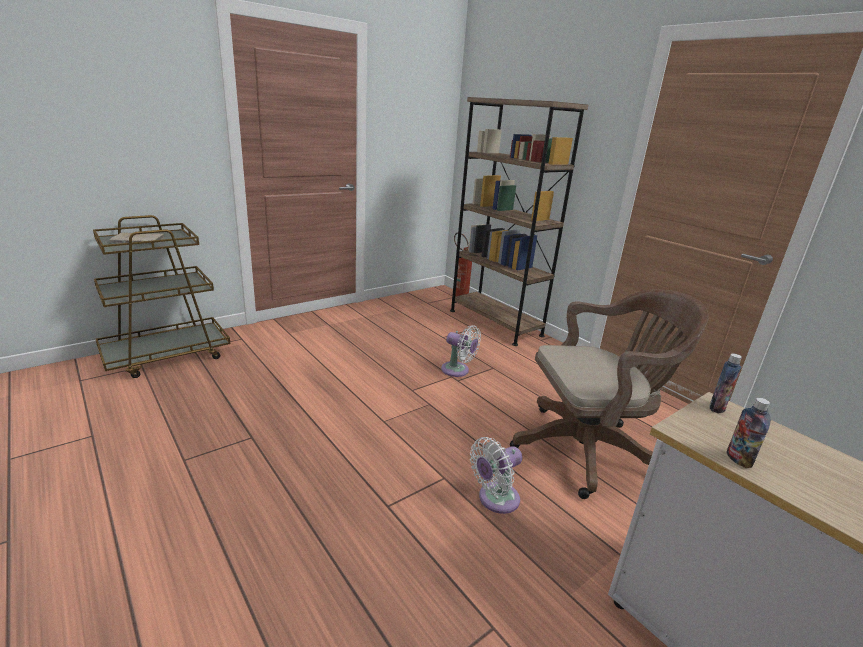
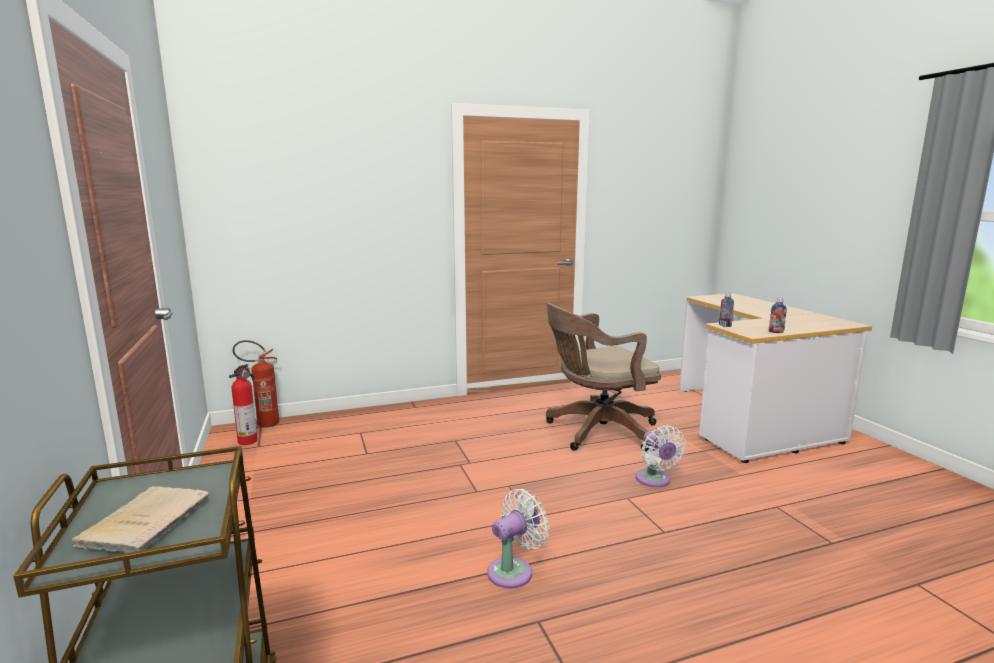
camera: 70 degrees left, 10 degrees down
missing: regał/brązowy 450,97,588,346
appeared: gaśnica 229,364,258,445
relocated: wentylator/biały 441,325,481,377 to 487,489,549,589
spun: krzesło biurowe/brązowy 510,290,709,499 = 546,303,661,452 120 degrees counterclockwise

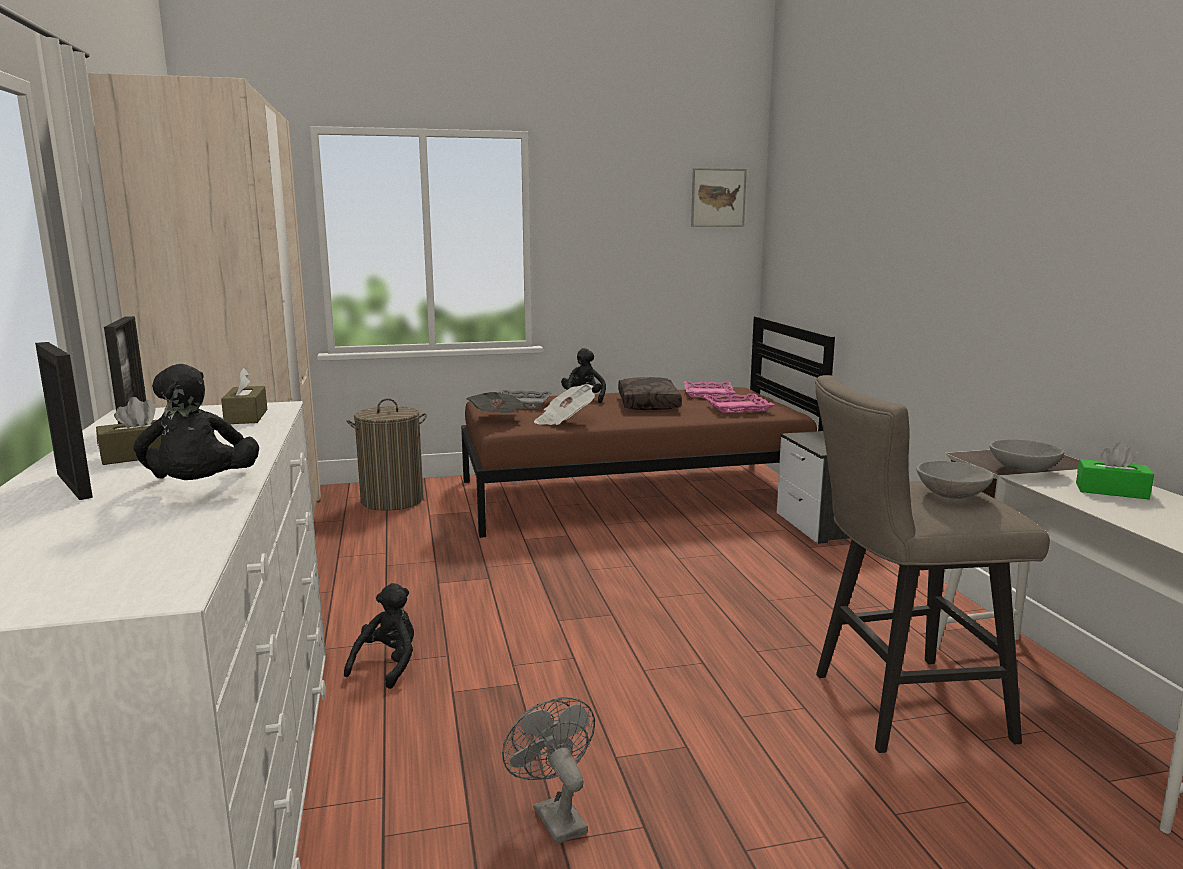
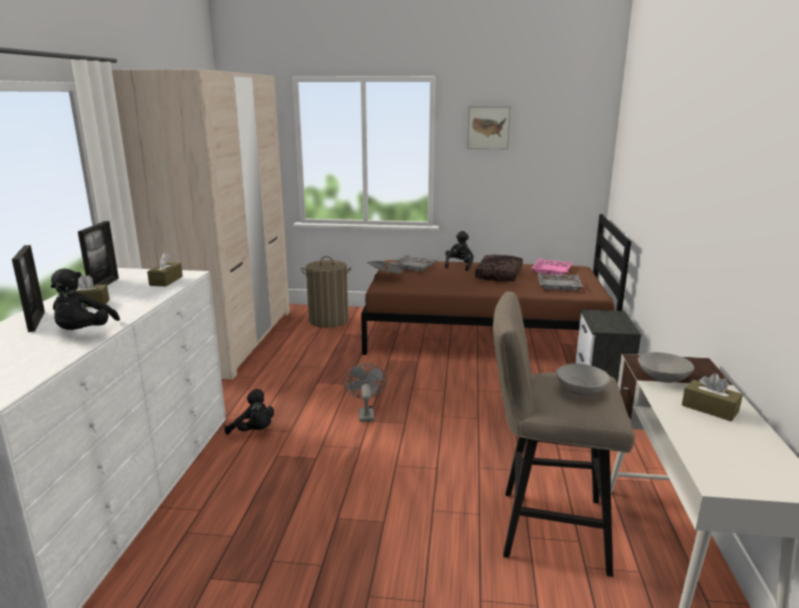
camera: 20 degrees right, 5 degrees up
missing: gazeta 534,384,595,425
relocated: obraz 691,168,747,227 to 467,106,511,149; wentylator/szary 502,697,595,844 to 344,364,387,422
colour: taca/różowy 703,393,774,413 to taca/szary 538,273,583,291; pudełko chusteczek/zielony 1076,442,1154,499 to pudełko chusteczek/brązowy 682,373,743,421
spun: pluszak/czarny 344,583,414,689 = 224,389,274,435 75 degrees clockwise

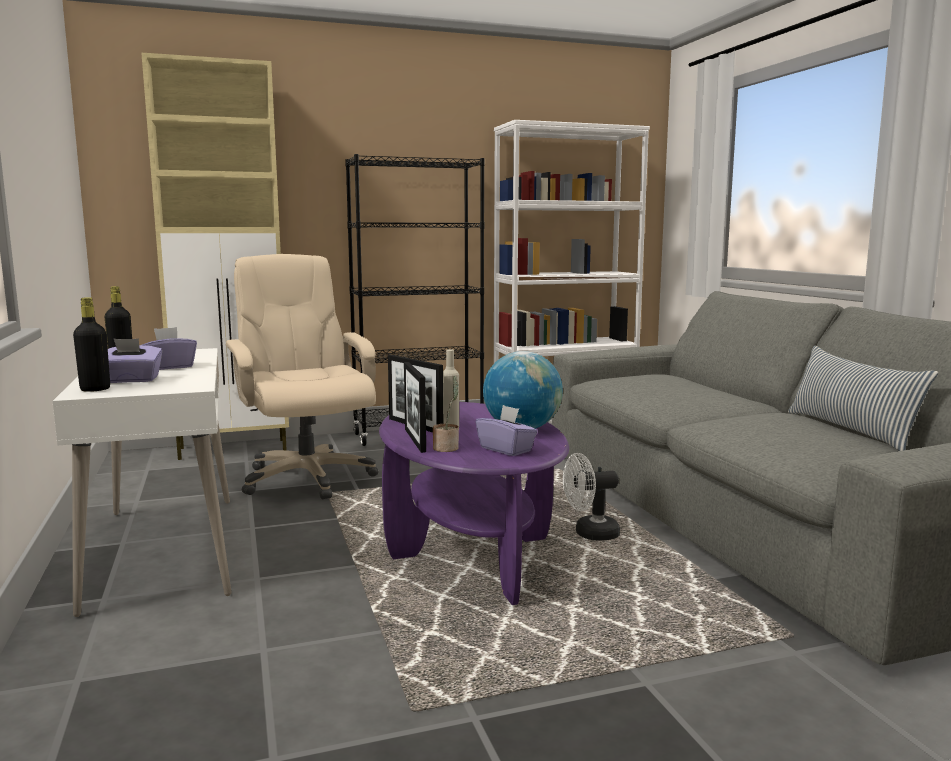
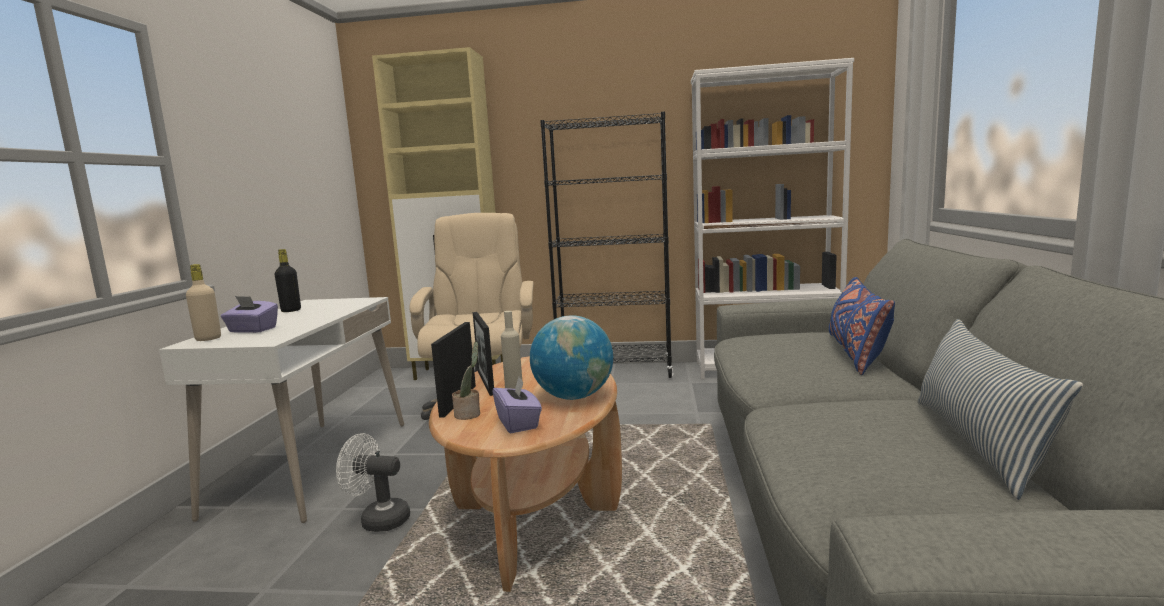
camera: 25 degrees right, 0 degrees up
missing: pudełko chusteczek/fioletowy 142,327,197,370
appeared: poduszka/niebieski 829,277,895,375
relocated: wentylator/biały 563,453,620,541 to 336,433,410,532
colour: butelka/czarny 73,297,110,392 to butelka/beżowy 186,264,221,341; ława/fioletowy 379,402,569,605 to ława/brązowy 429,356,622,592

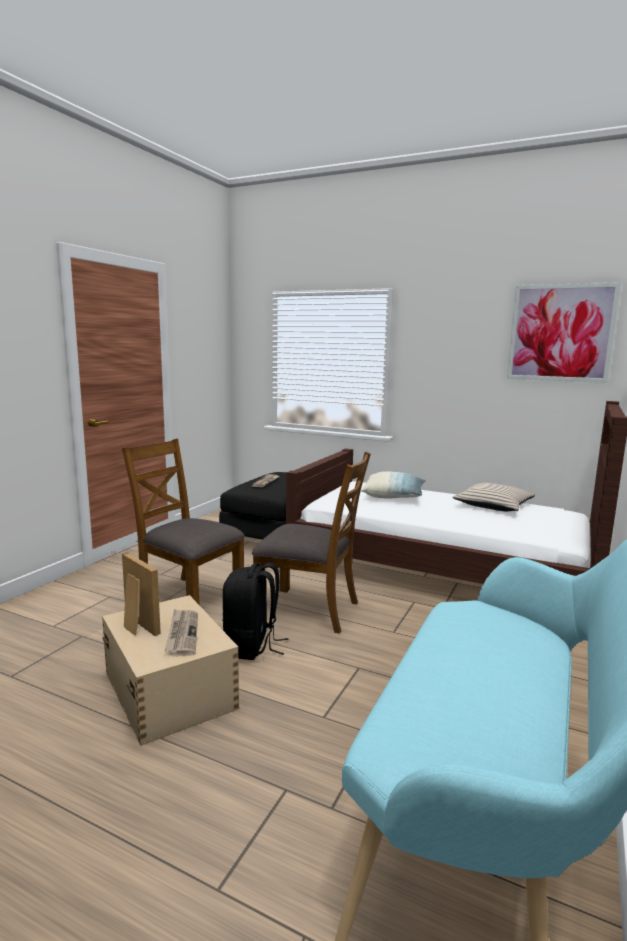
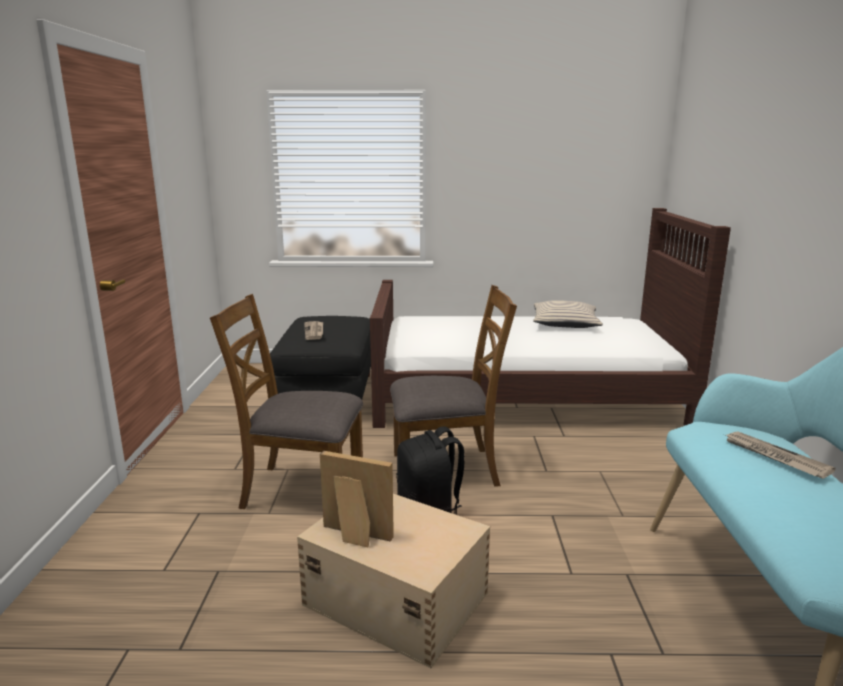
camera: 25 degrees left, 5 degrees up
missing: obraz 507,282,621,383; poduszka 361,471,426,498
relocated: gazeta 165,609,198,657 to 724,431,836,479

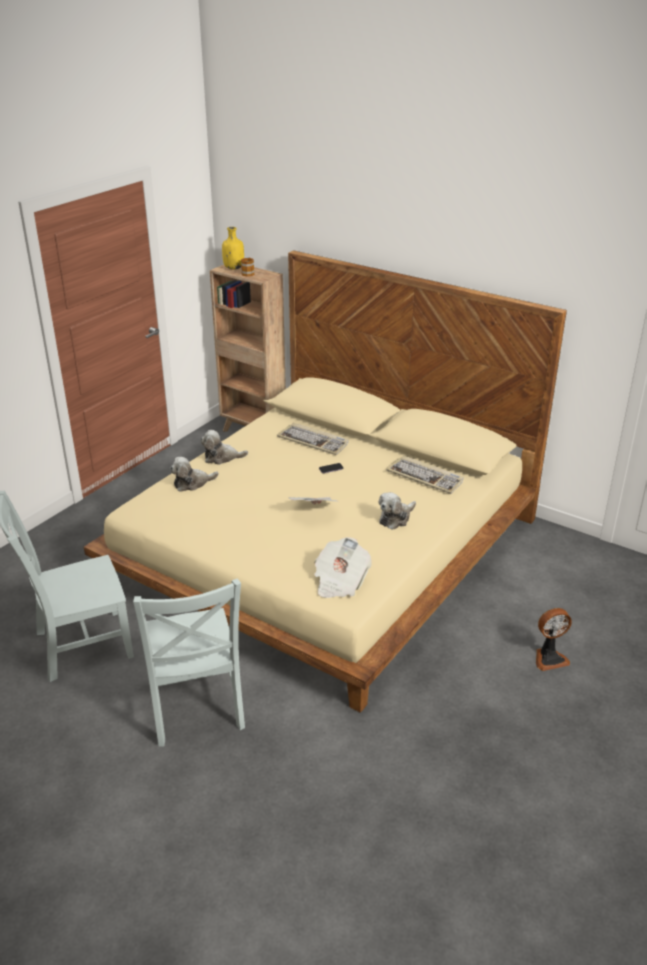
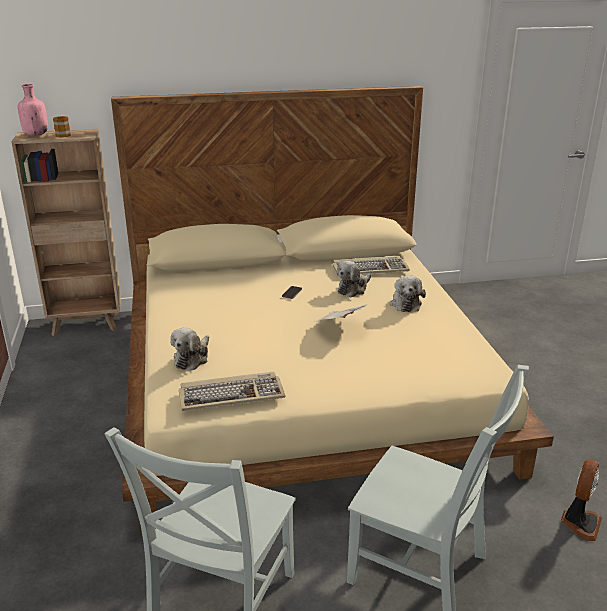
camera: 45 degrees left, 5 degrees down
missing: gazeta 314,537,372,598
relocated: klawiatura 277,423,349,455 to 179,372,285,411; pluszak 200,430,248,465 to 336,261,371,297; wentylator 536,608,572,671 to 561,459,602,541
colour: butelka/żółty 222,227,244,269 to butelka/różowy 18,84,48,136

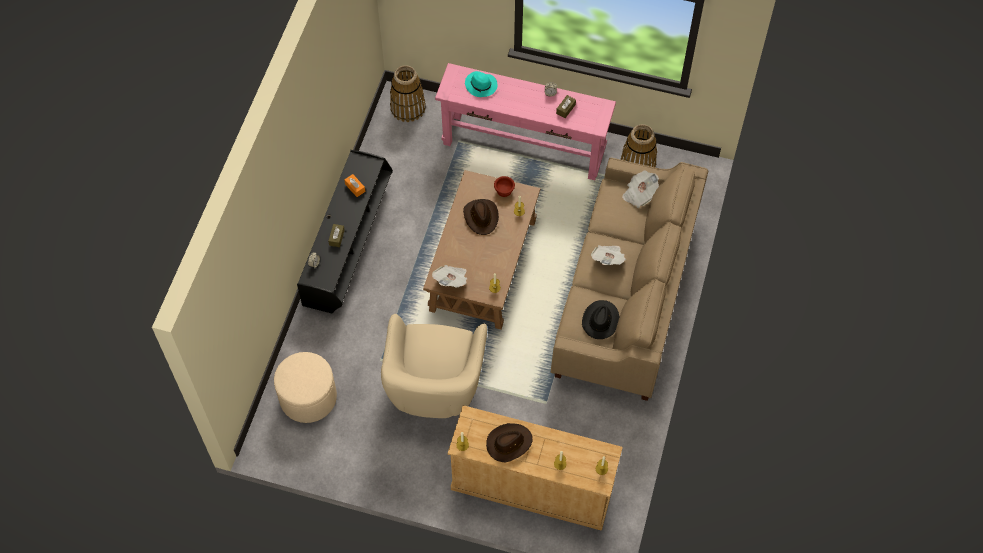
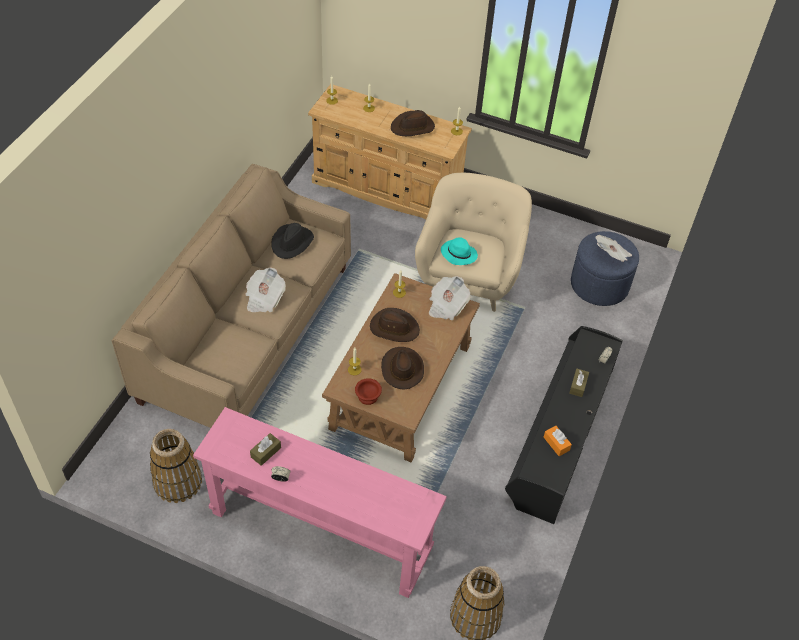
camera: 175 degrees left, 10 degrees down
appeared: kapelusz/brązowy 370,308,420,342
relocated: kapelusz/turkusowy 465,71,497,97 to 441,237,478,265; gazeta 622,170,659,208 to 595,235,632,262
colour: pufa/beżowy 274,352,337,423 to pufa/niebieski 571,231,639,306

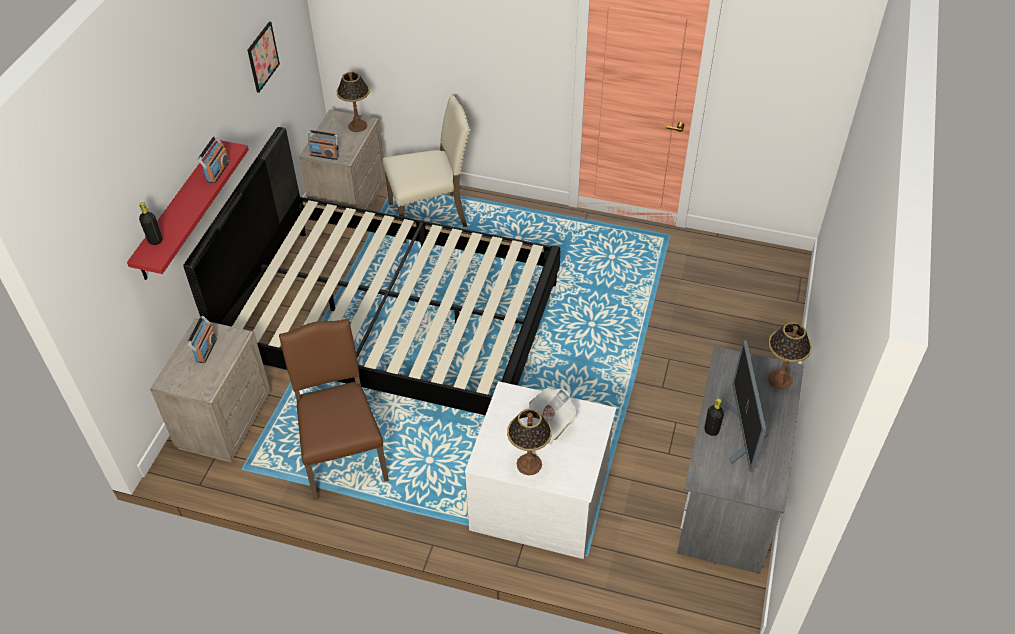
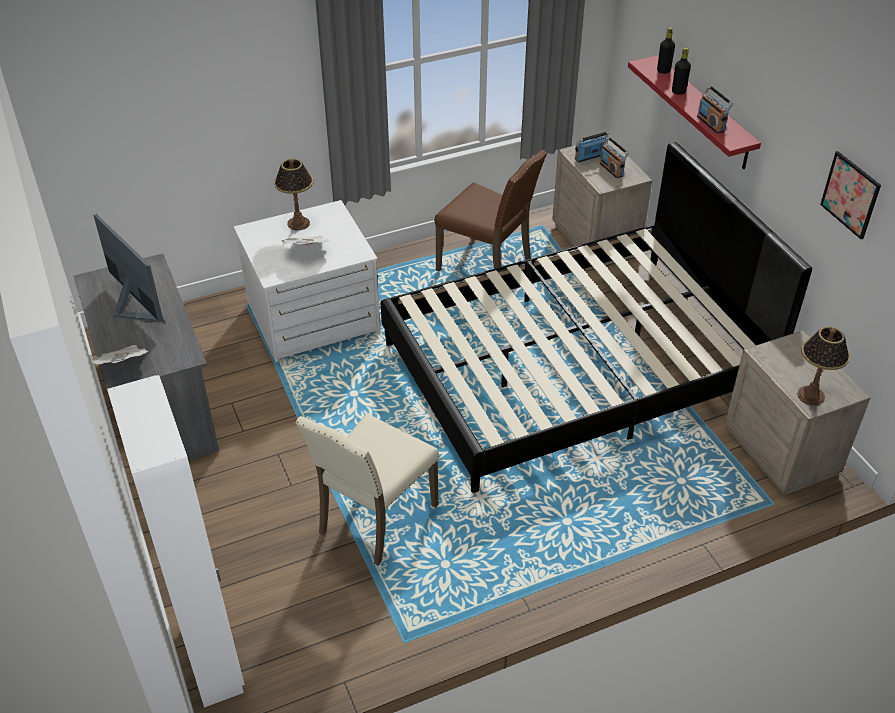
camera: 140 degrees right, 5 degrees down
appeared: szafa/biały 107,375,245,708
relocated: krzesło/beżowy 383,95,471,244 to 296,414,439,566; radio 307,130,340,160 to 575,131,609,162; butelka/czarny 704,398,724,436 to 672,48,691,95
exchanged: lampa stołowa 768,322,812,390 to gazeta 92,345,148,364

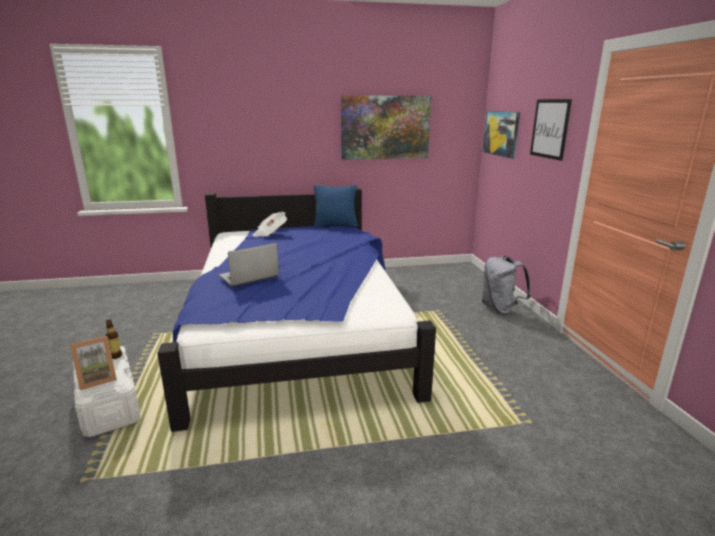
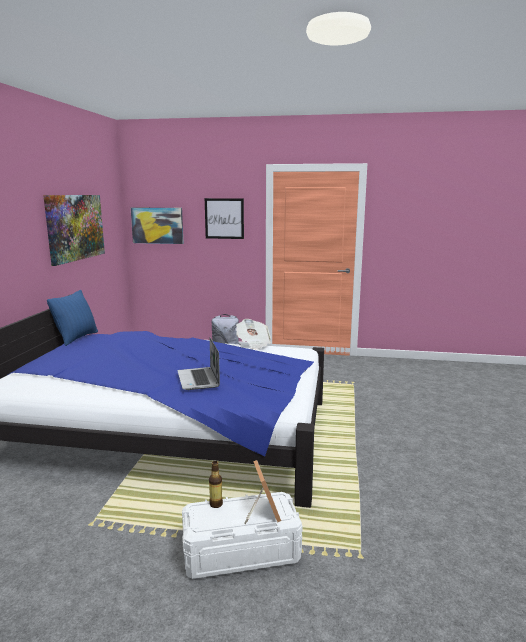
camera: 70 degrees left, 5 degrees down
relocated: gazeta 253,212,287,237 to 236,319,271,349

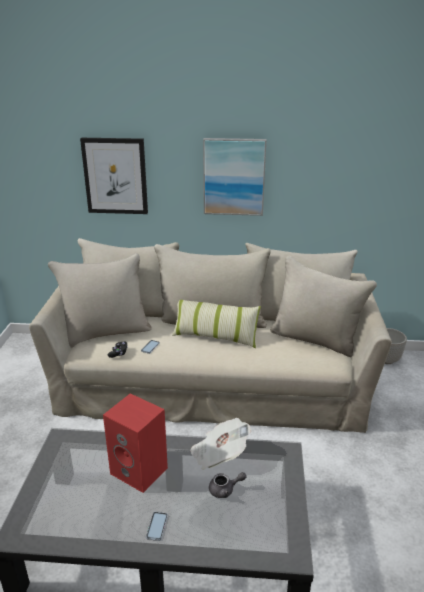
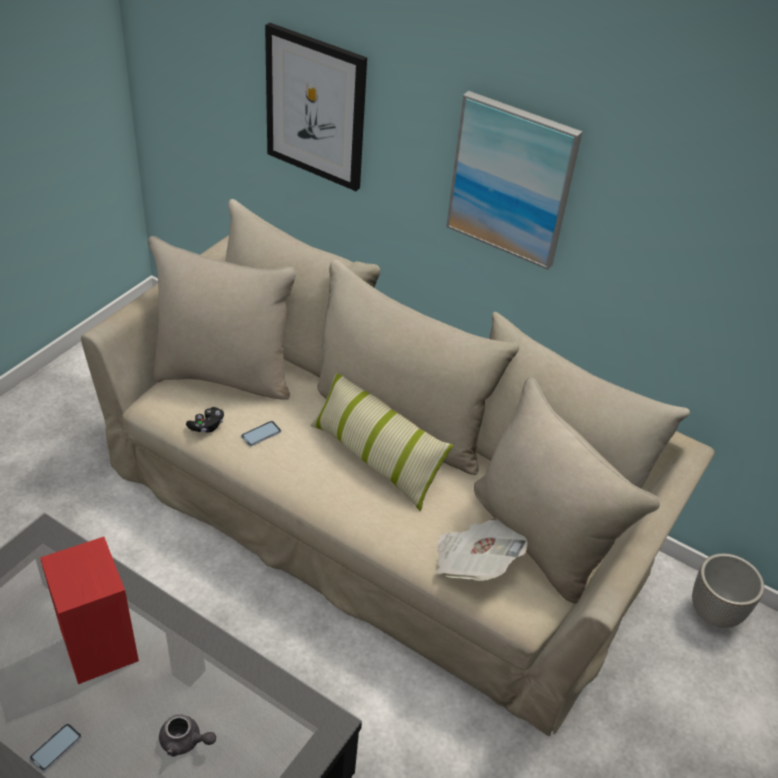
camera: 25 degrees right, 15 degrees up
relocated: gazeta 190,418,251,470 to 436,518,528,581

